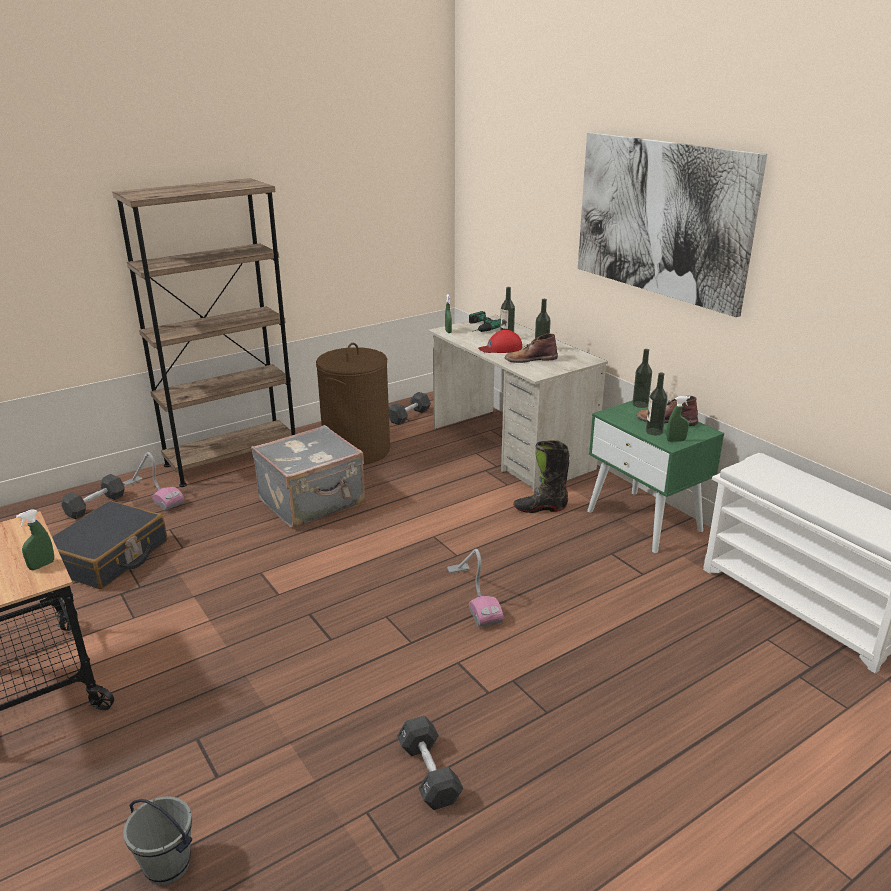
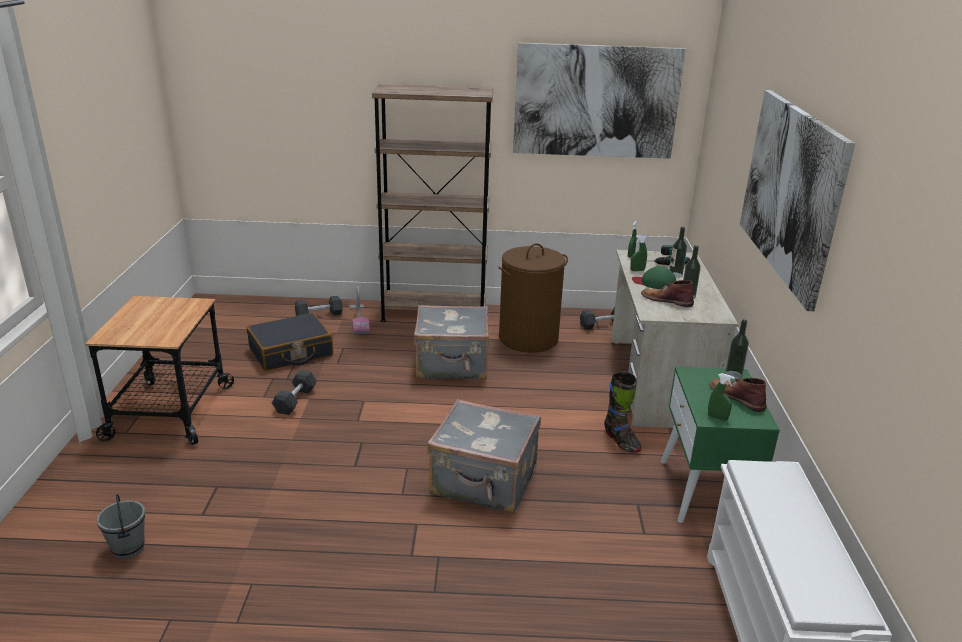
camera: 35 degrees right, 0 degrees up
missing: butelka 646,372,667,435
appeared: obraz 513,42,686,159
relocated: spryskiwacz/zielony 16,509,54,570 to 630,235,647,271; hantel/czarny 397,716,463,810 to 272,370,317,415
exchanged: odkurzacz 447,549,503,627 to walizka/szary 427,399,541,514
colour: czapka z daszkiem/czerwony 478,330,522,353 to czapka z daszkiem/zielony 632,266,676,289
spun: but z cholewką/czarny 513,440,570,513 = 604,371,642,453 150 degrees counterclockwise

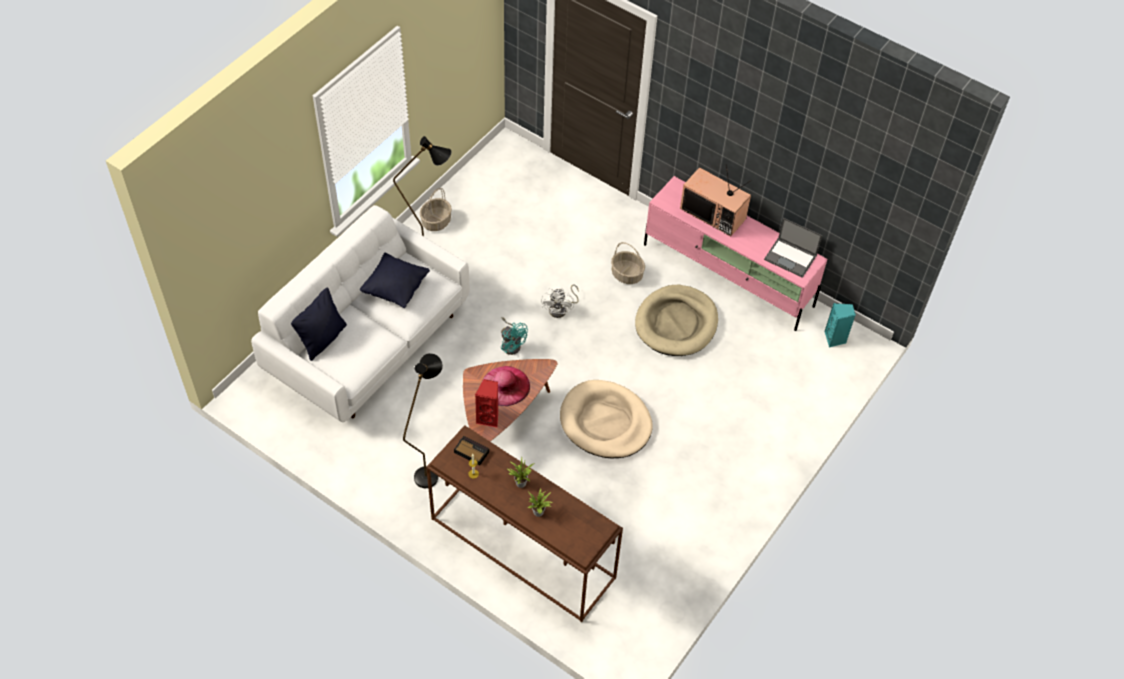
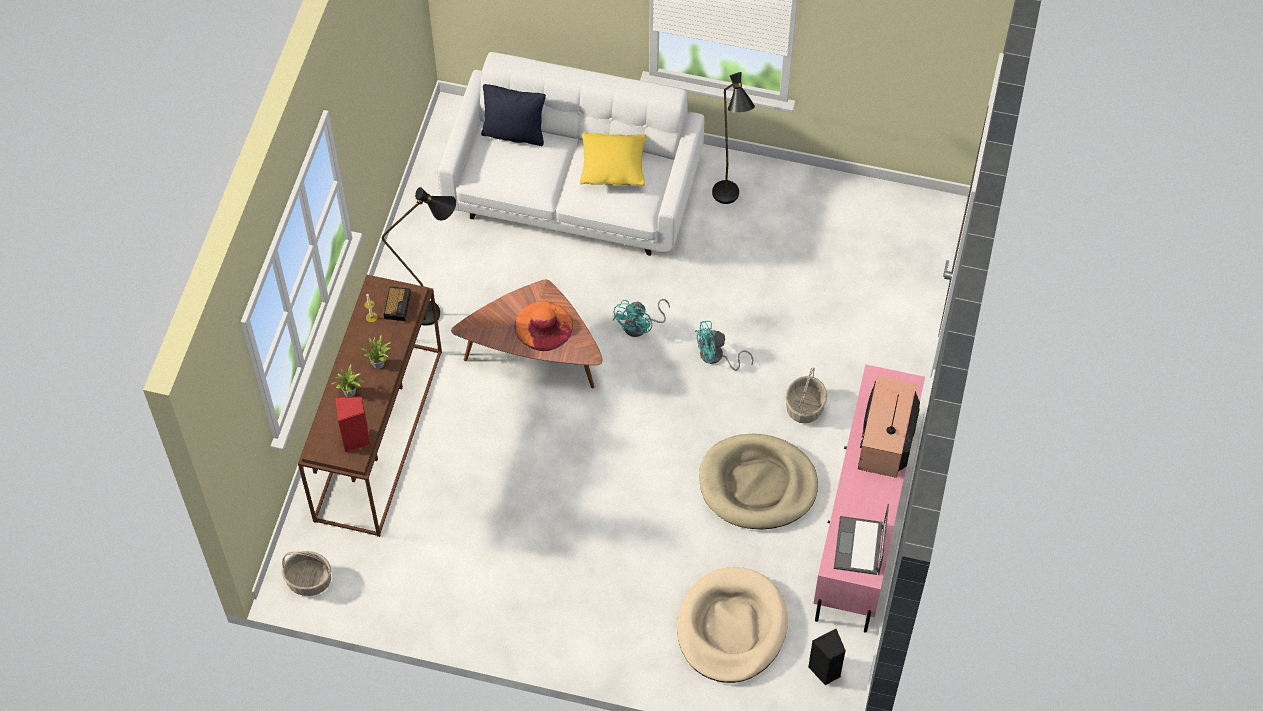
camera: 70 degrees right, 5 degrees up
relocated: koszyk 420,188,452,231 to 282,551,331,596; głośnik/czerwony 475,379,498,428 to 335,396,370,453; legowisko/beżowy 560,380,652,458 to 677,567,788,683
colour: poduszka/czarny 360,253,430,308 to poduszka/żółty 580,133,646,186; wentylator/biały 541,284,579,318 to wentylator/turkusowy 695,321,753,371; głośnik/turkusowy 824,303,856,347 to głośnik/czarny 808,628,846,685; kapelusz/różowy 482,366,530,406 to kapelusz/pomarańczowy 514,301,573,351

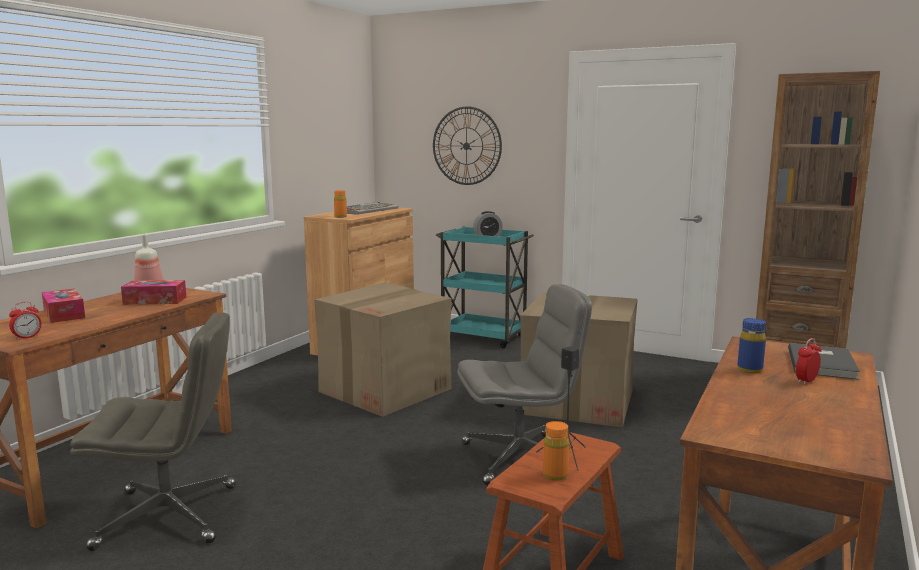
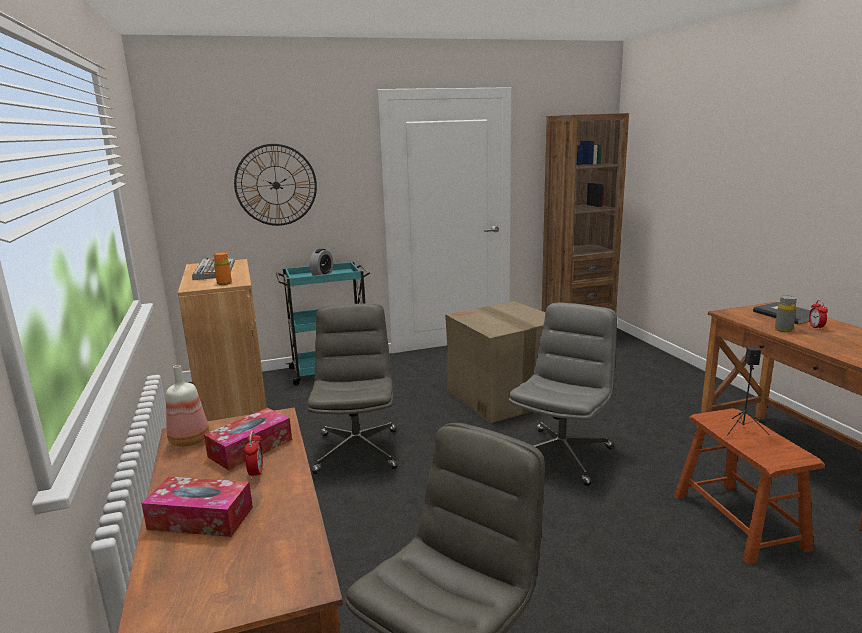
camera: 45 degrees left, 5 degrees up
missing: butelka/pomarańczowy 543,421,569,481
relocated: budzik 9,302,42,340 to 244,430,263,480
exchanged: karton 314,282,452,417 to krzesło biurowe/szary 307,303,398,474
colour: butelka/niebieski 737,318,766,373 to butelka/szary 775,295,797,332

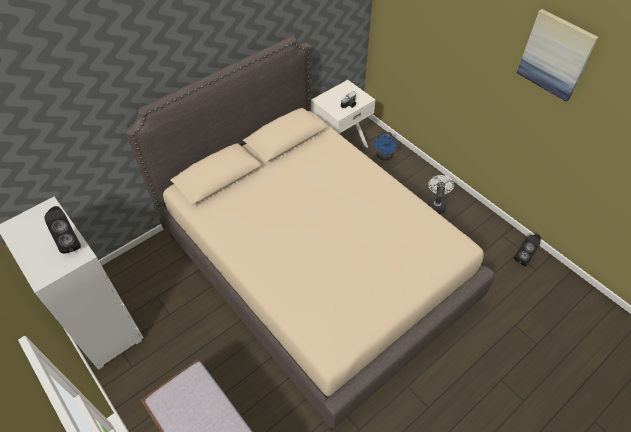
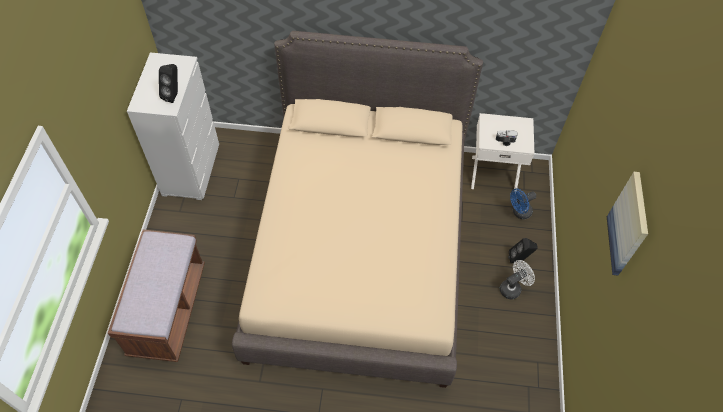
camera: 45 degrees right, 5 degrees up
relocated: głośnik/czarny 514,234,541,266 to 508,238,538,263

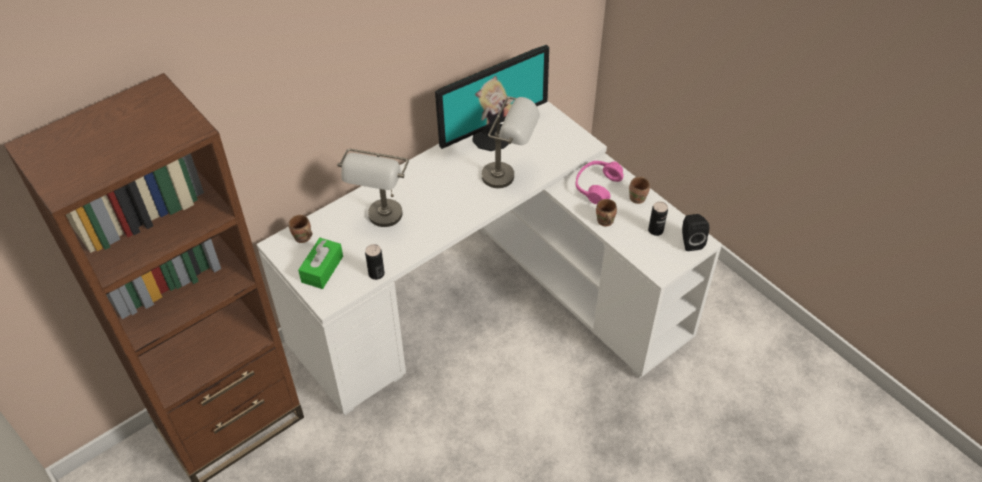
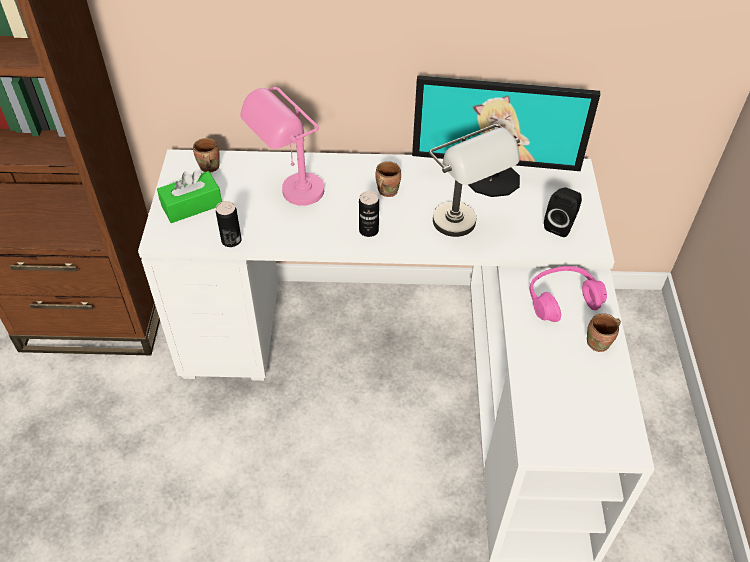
camera: 40 degrees right, 0 degrees up
relocated: kubek/brązowy 596,199,617,227 to 375,161,401,197; puszka 648,201,668,236 to 359,191,379,237; głośnik/czarny 682,214,709,251 to 544,187,582,237
colour: lampa stołowa/szary 337,149,409,227 to lampa stołowa/różowy 240,87,324,206

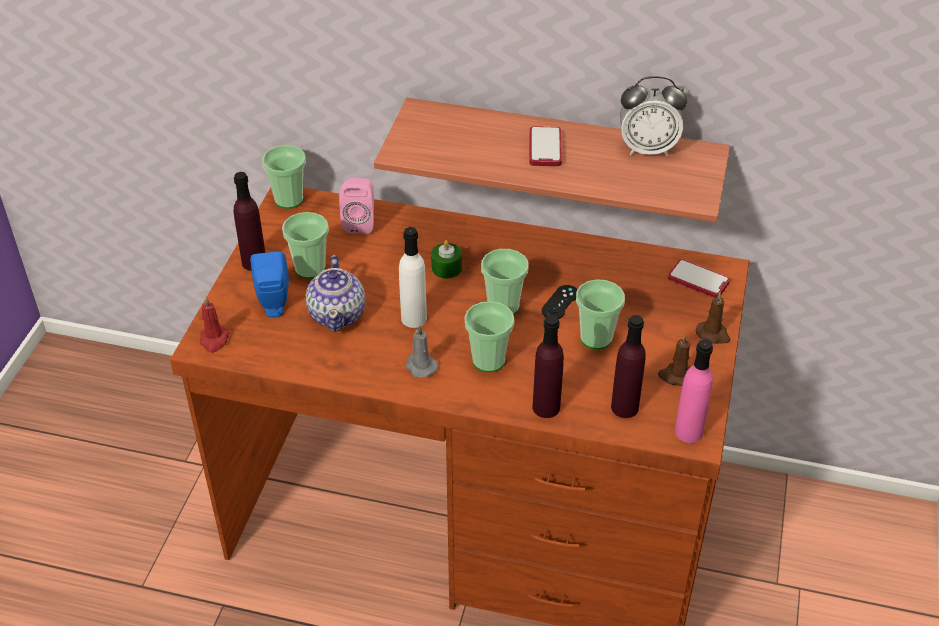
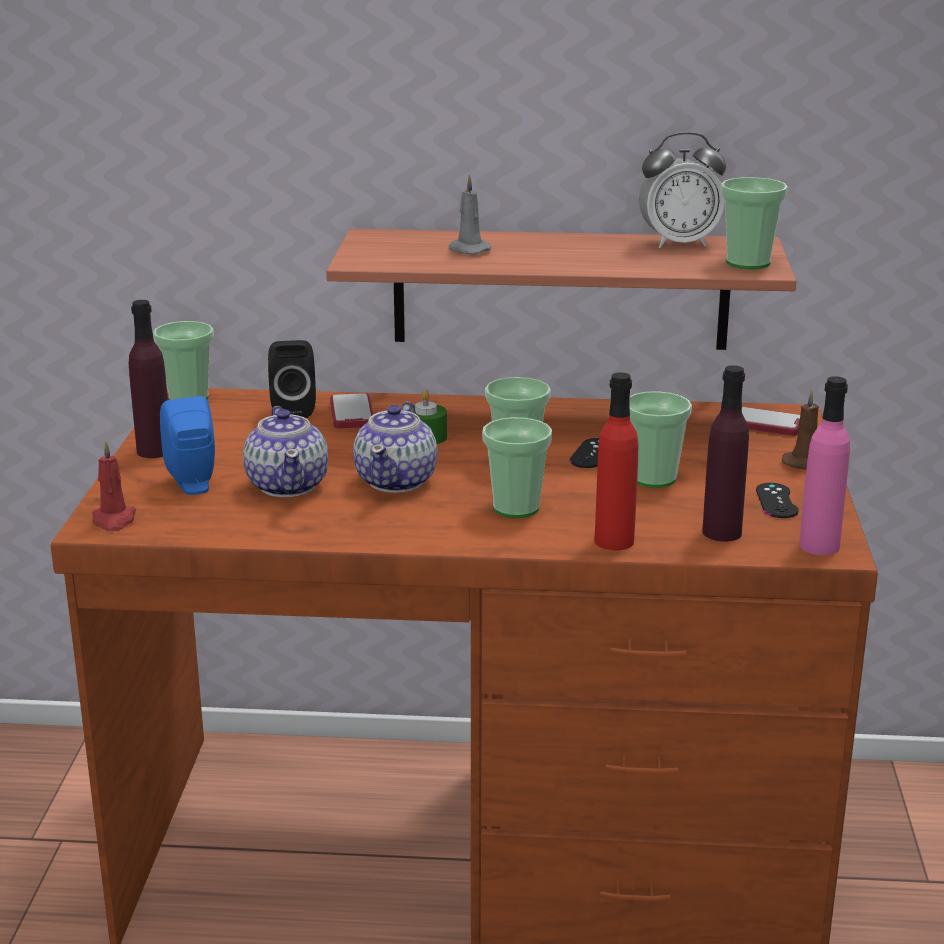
camera: 10 degrees left, 20 degrees down
relocated: telefon 529,127,562,166 to 330,393,373,428; filiżanka 282,212,329,279 to 721,177,788,269; świeca/szary 405,325,438,378 to 449,174,491,255
exchanged: butelka/biały 399,227,427,328 to imbryk 353,402,437,493; świeca/brązowy 658,335,690,386 to pad do gier/czarny 756,483,798,518
colour: głośnik/różowy 339,178,374,234 to głośnik/czarny 268,340,316,418; butelka/fioletowy 532,315,564,418 to butelka/czerwony 594,372,638,550

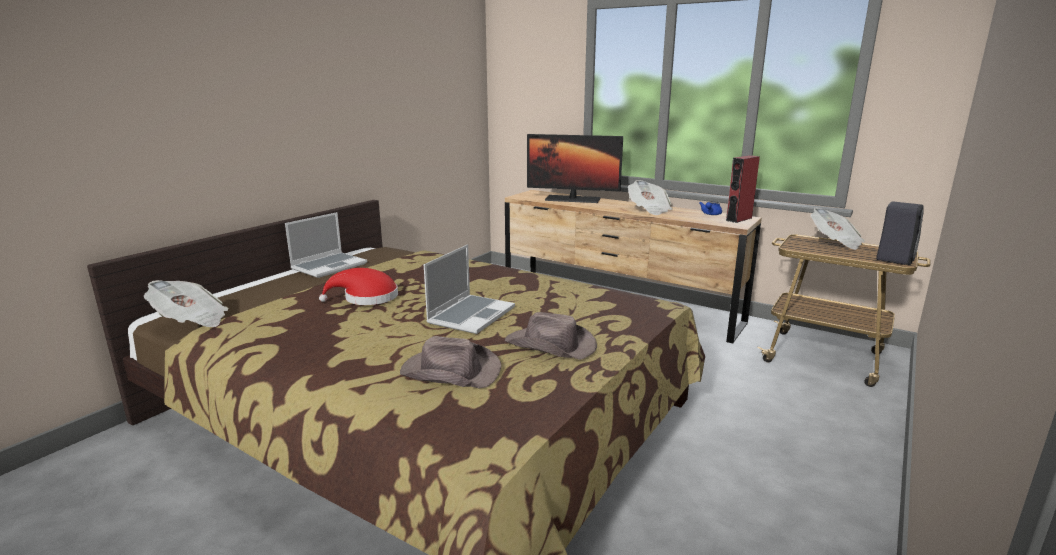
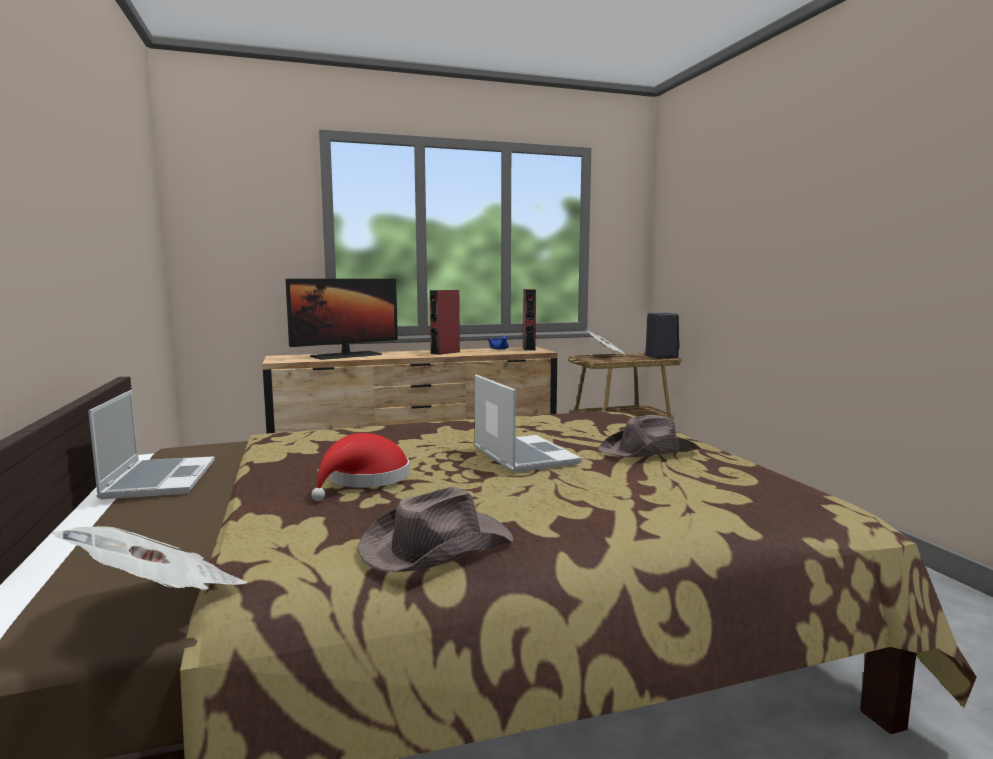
camera: 50 degrees left, 10 degrees down
relocated: kapelusz/brązowy 400,336,501,388 to 357,487,514,572
exchanged: gazeta 628,180,673,215 to głośnik/czerwony 430,290,460,355

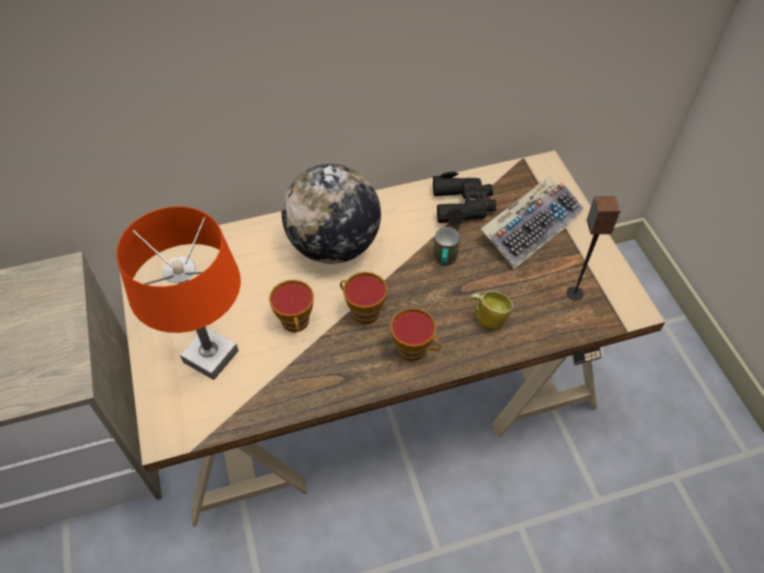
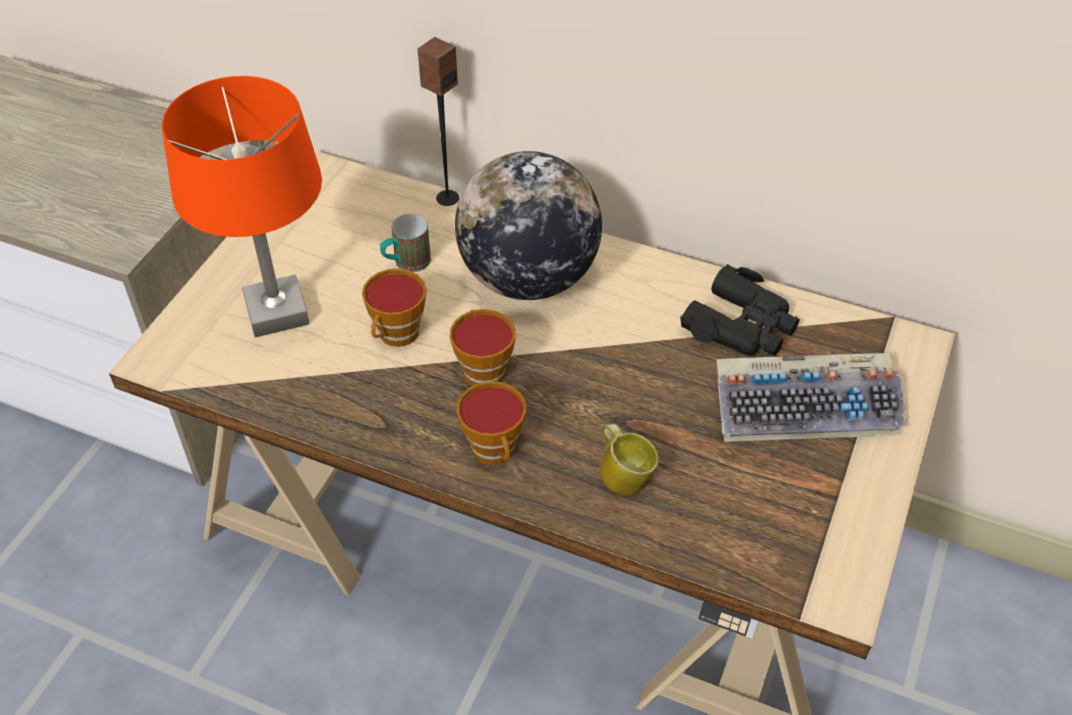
camera: 40 degrees right, 5 degrees down
relocated: głośnik 566,196,620,301 to 417,37,459,206; kubek 433,227,460,266 to 380,214,431,272

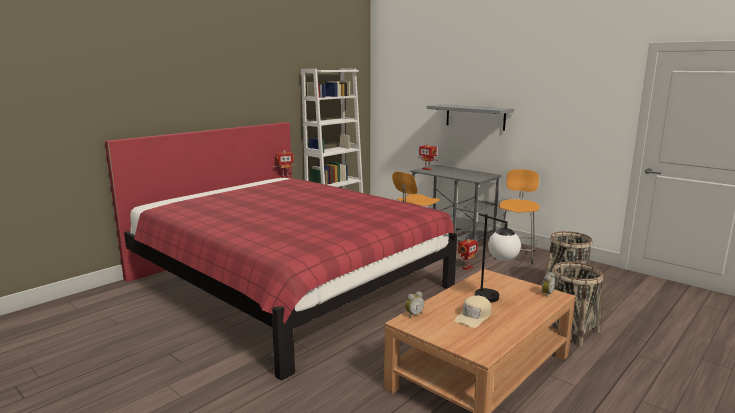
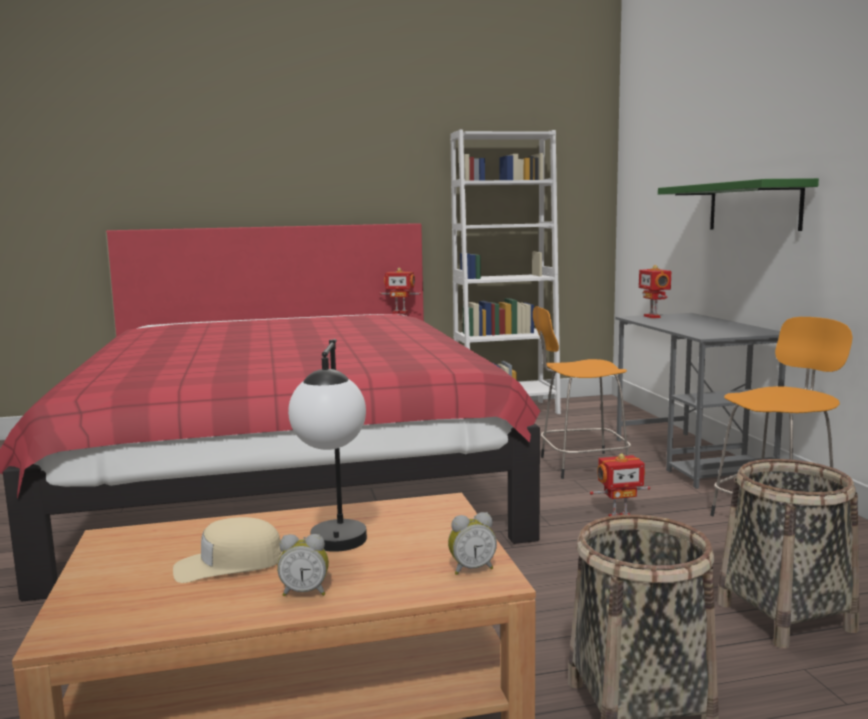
camera: 35 degrees right, 5 degrees down
relocated: budzik 405,291,424,318 to 277,534,329,596
colour: półka/szary 427,104,514,130 to półka/zielony 658,178,819,231

